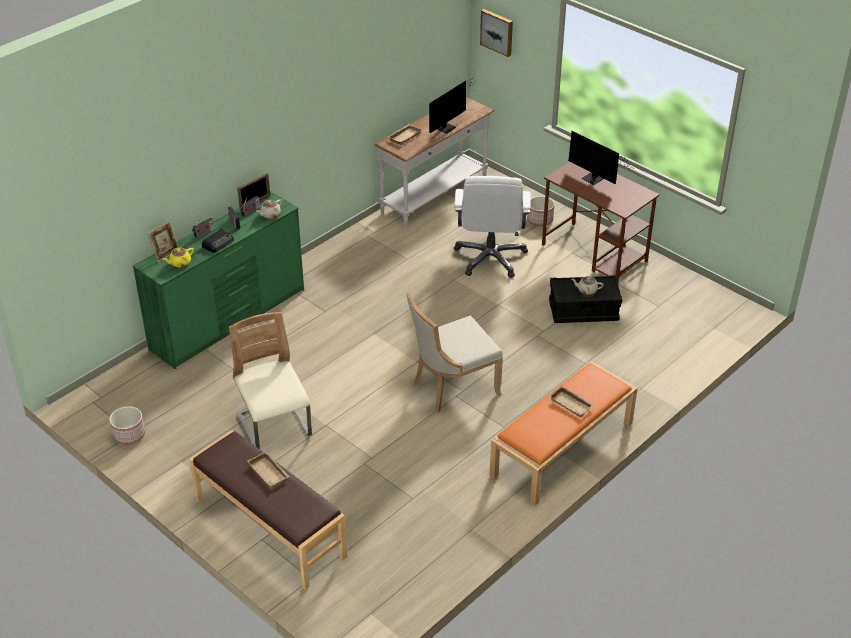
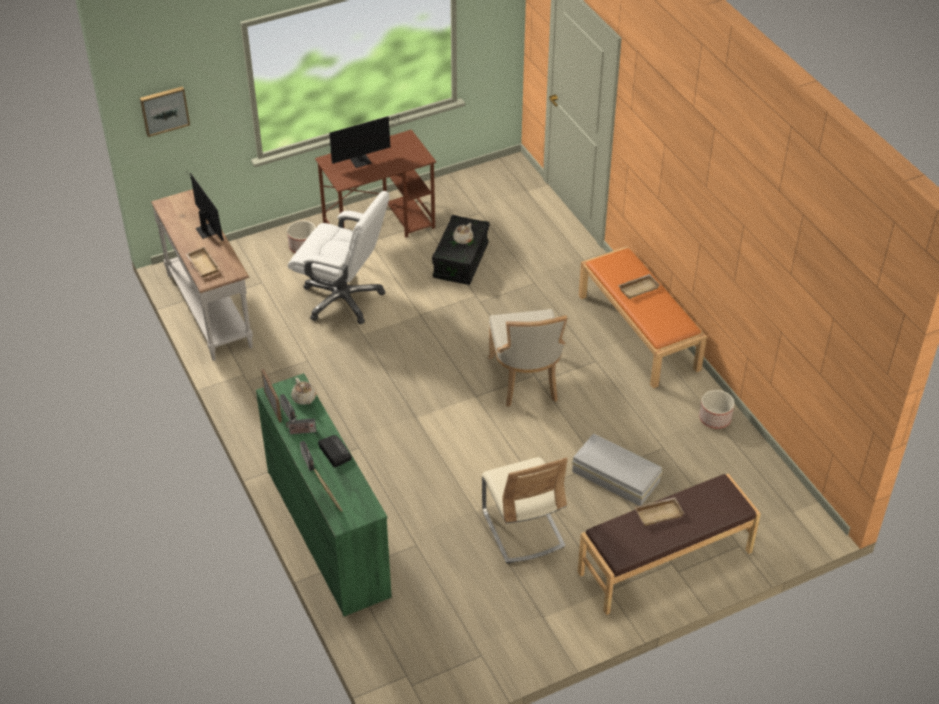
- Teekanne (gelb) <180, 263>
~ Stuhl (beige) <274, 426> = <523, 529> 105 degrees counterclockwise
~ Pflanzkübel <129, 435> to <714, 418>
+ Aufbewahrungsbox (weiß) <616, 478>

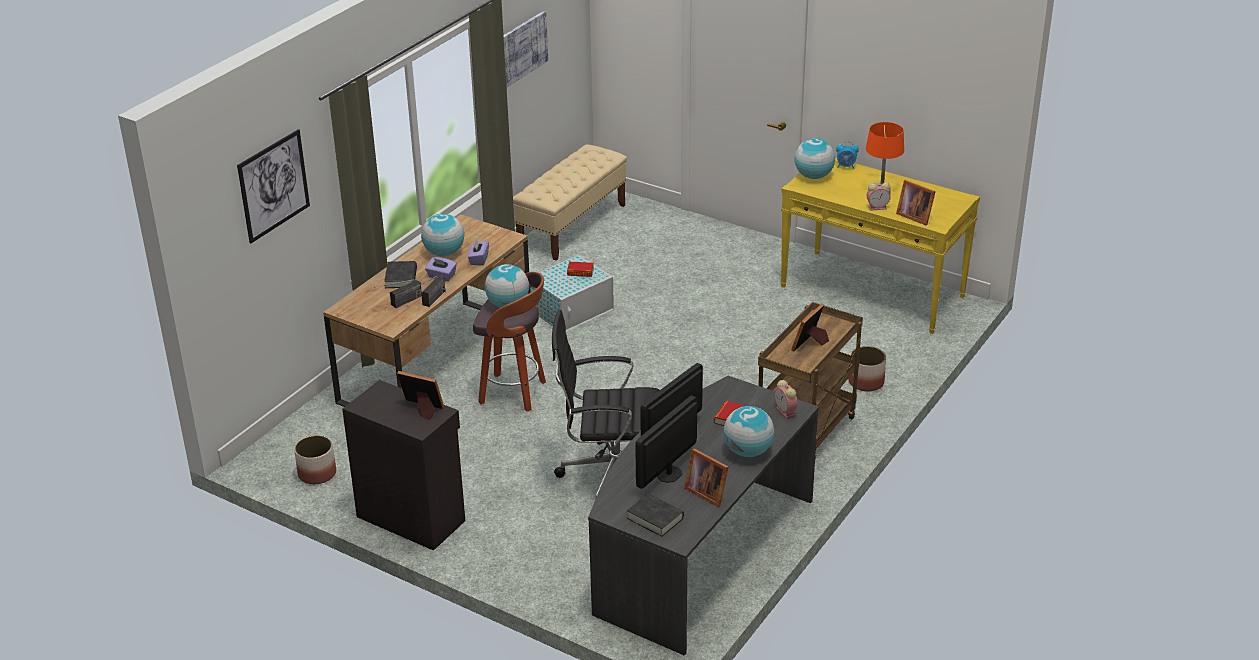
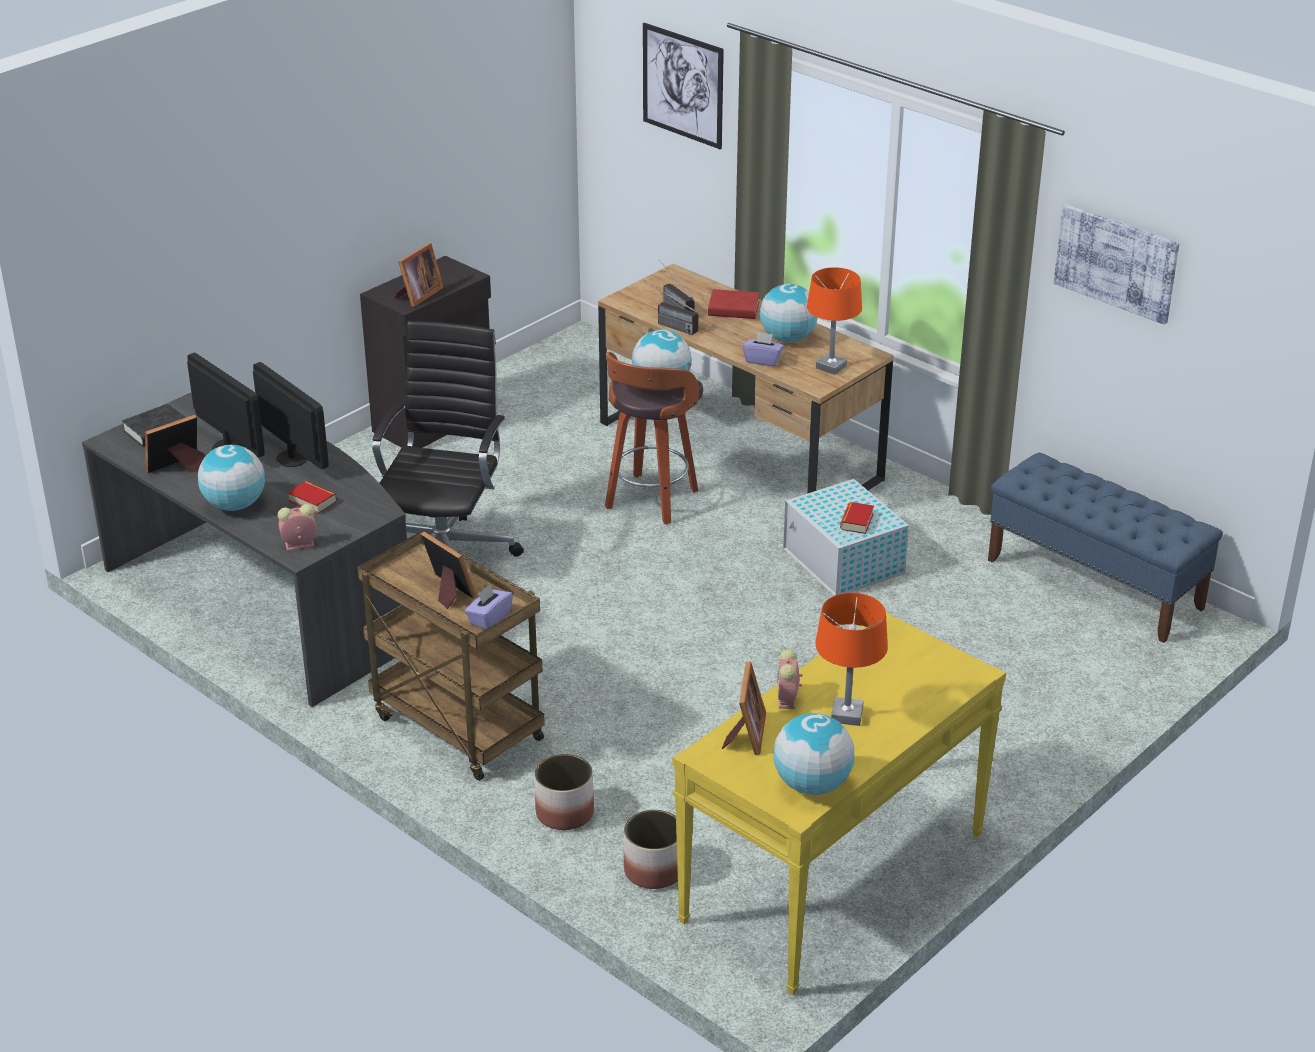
~ Globus <814, 176> to <812, 785>
- Wecker <846, 166>
~ Bank (beige) <572, 226> to Bank (blau) <1095, 584>
~ Bilderrahmen <914, 216> = <746, 735> 135 degrees clockwise
~ Taschentuchbox (lila) <441, 276> to <489, 619>
~ Buch (schwarz) <401, 278> to Buch (rot) <733, 309>
~ Pflanzkübel <317, 473> to <654, 870>
+ Tischlampe (orange) <831, 367>

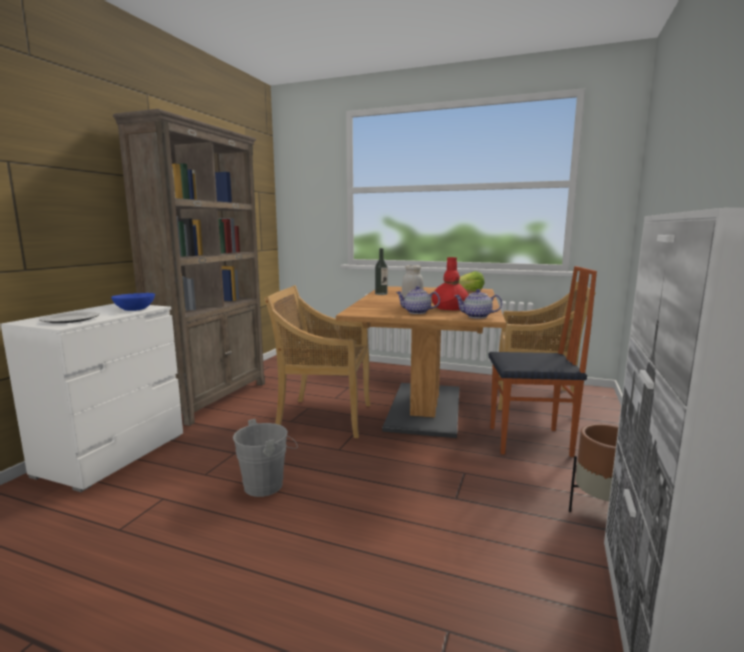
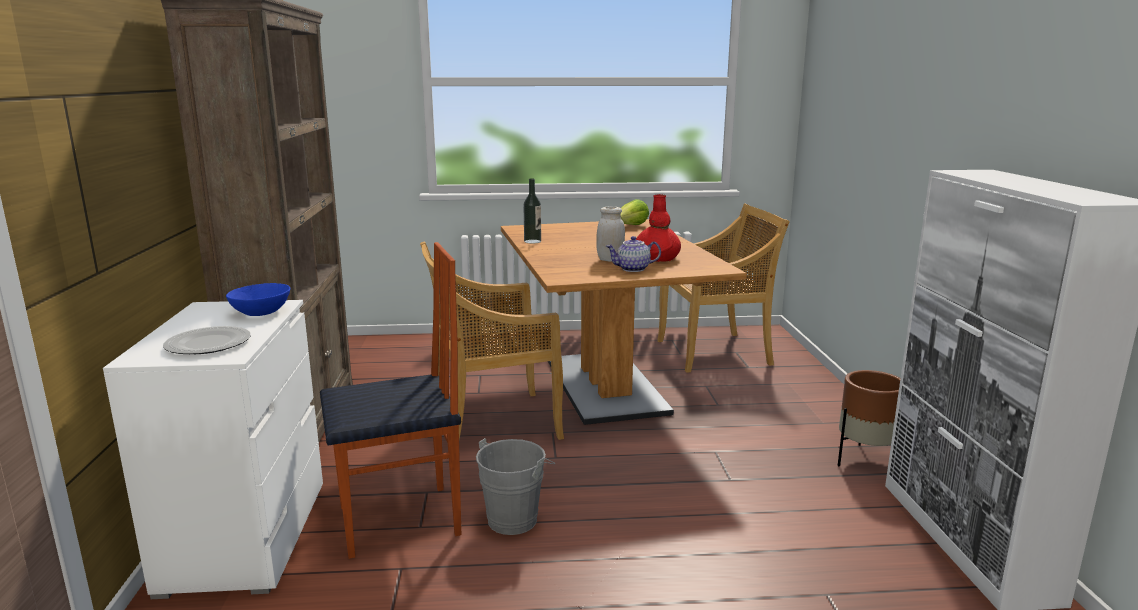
~ Stuhl <530, 442> to <401, 521>
- Teekanne <476, 316>

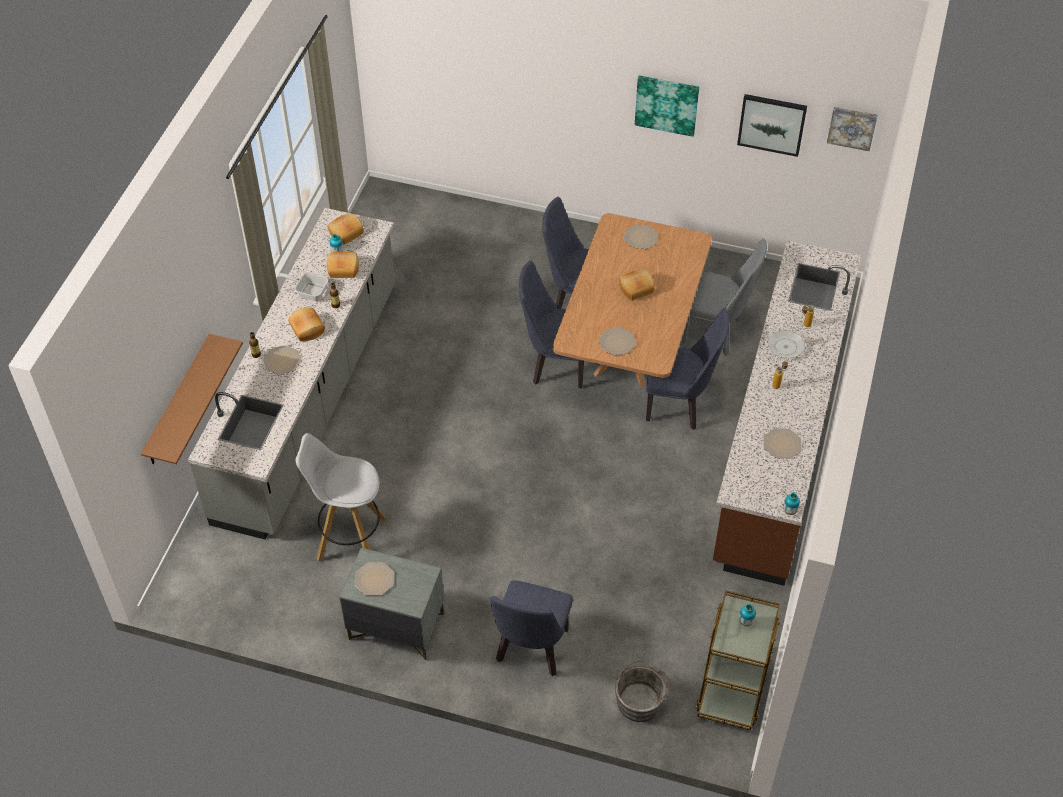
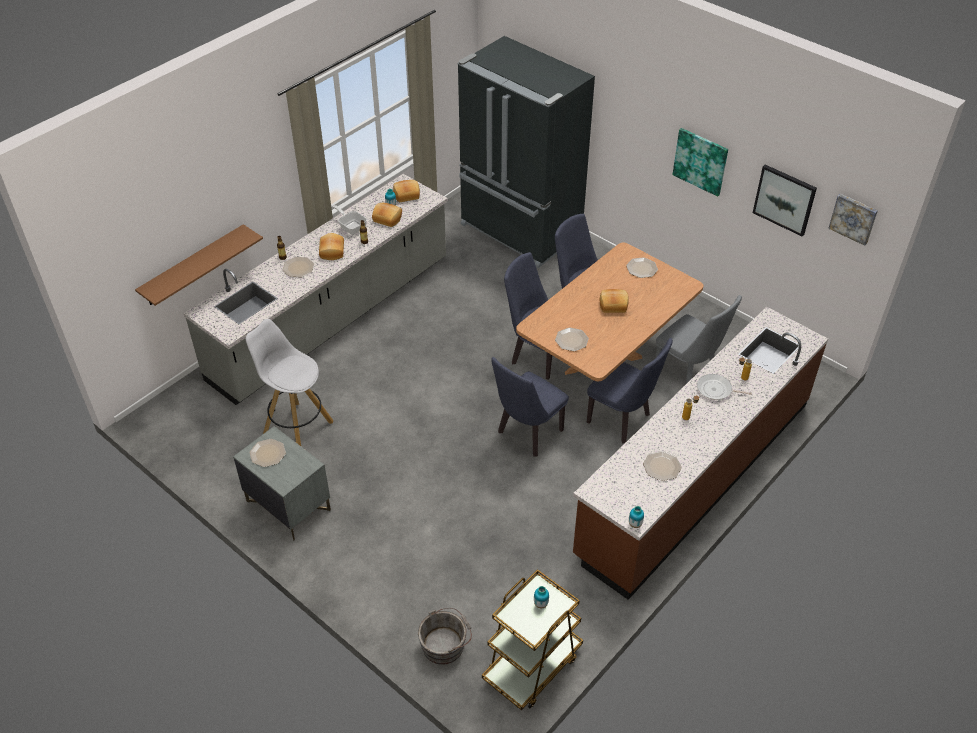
~ Stuhl (blau) <531, 651> to <527, 434>
+ Kühlschrank (schwarz) <519, 231>

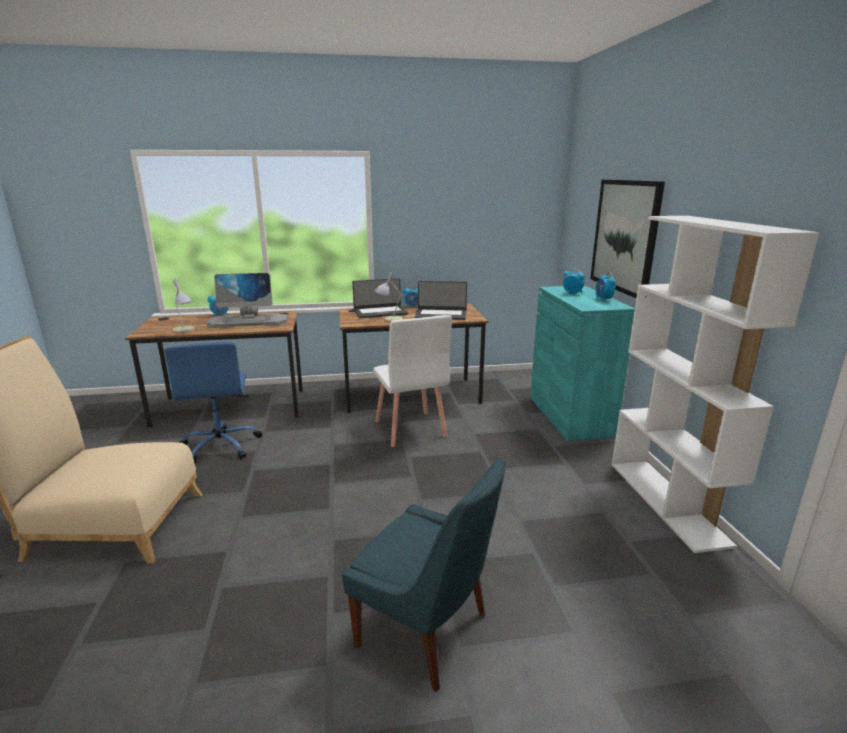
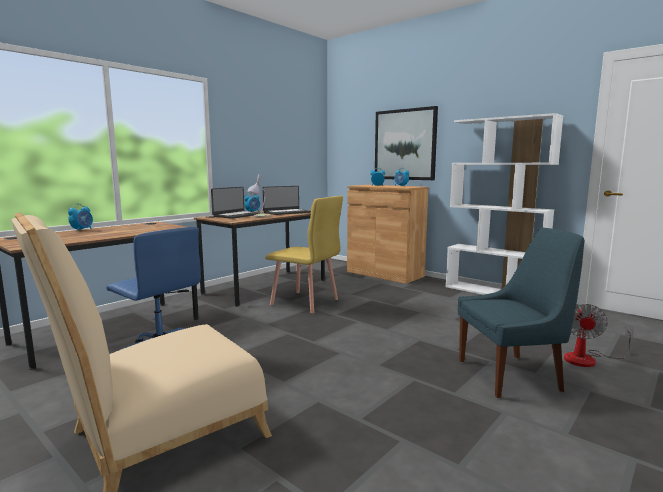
- Monitor <249, 322>
- Tischlampe <185, 331>
~ Schrank (türkis) <570, 415> to Schrank (braun) <385, 274>
~ Stuhl (weiß) <410, 429> to Stuhl (gelb) <304, 302>
+ Ventilator <588, 359>

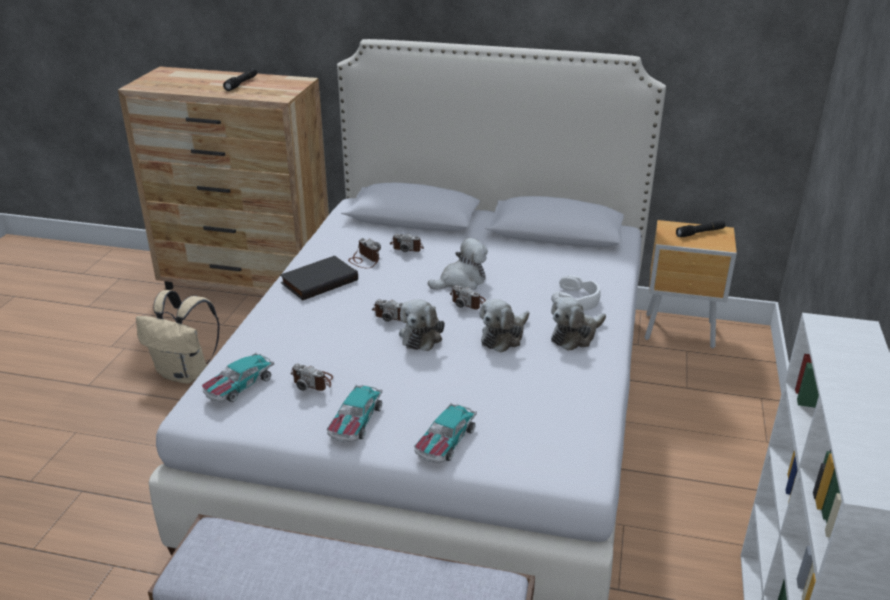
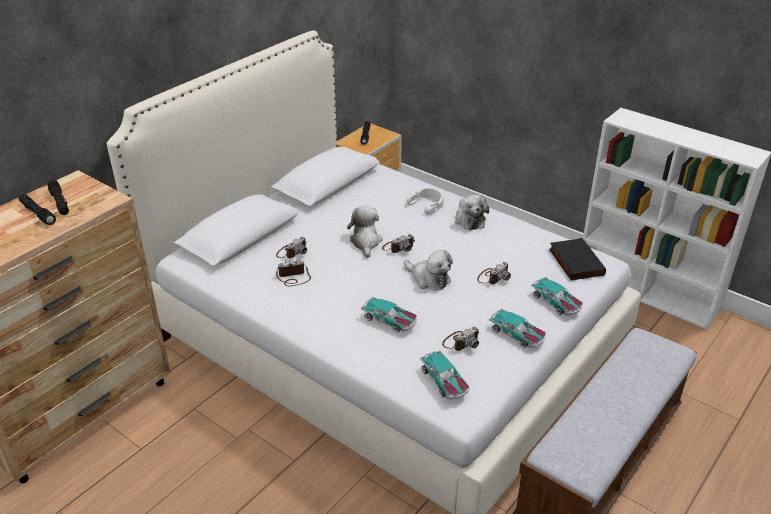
~ Buch (schwarz) <319, 281> to <574, 262>
- Rucksack (beige) <186, 373>
~ Kamera <392, 314> to <493, 277>
- Plüschtier <504, 336>
+ Taschenlampe (schwarz) <59, 202>
+ Spielzeugauto <390, 320>

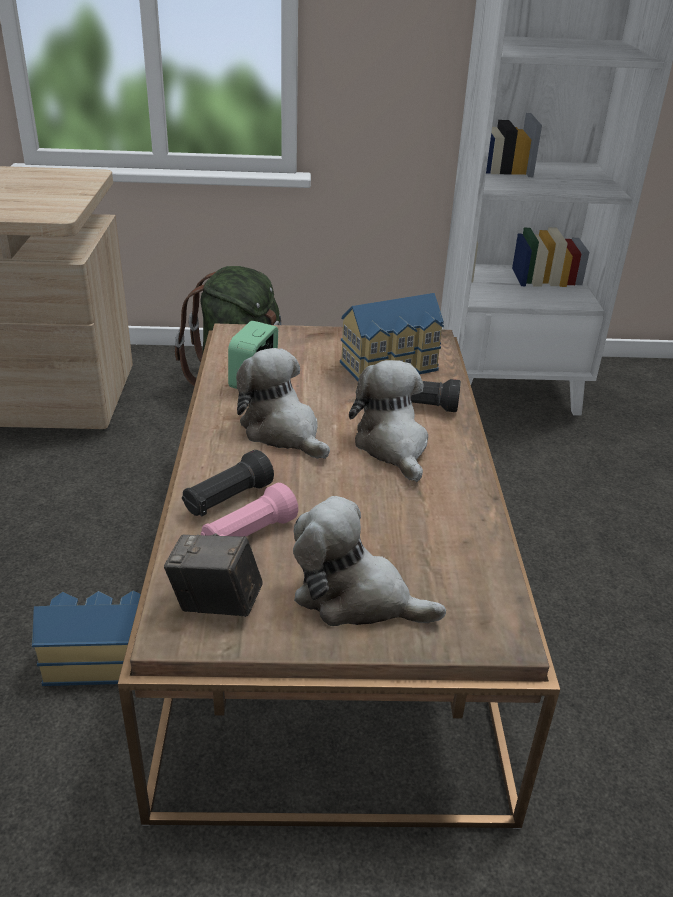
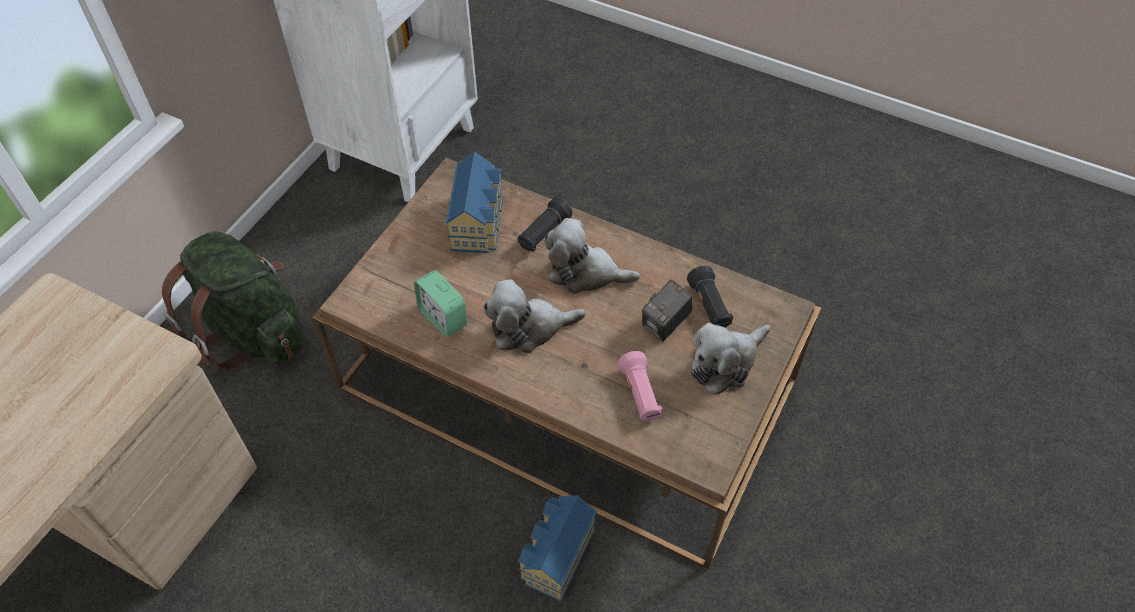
~ Taschenlampe (schwarz) <227, 499> to <709, 306>
~ Kamera <216, 604> to <665, 324>

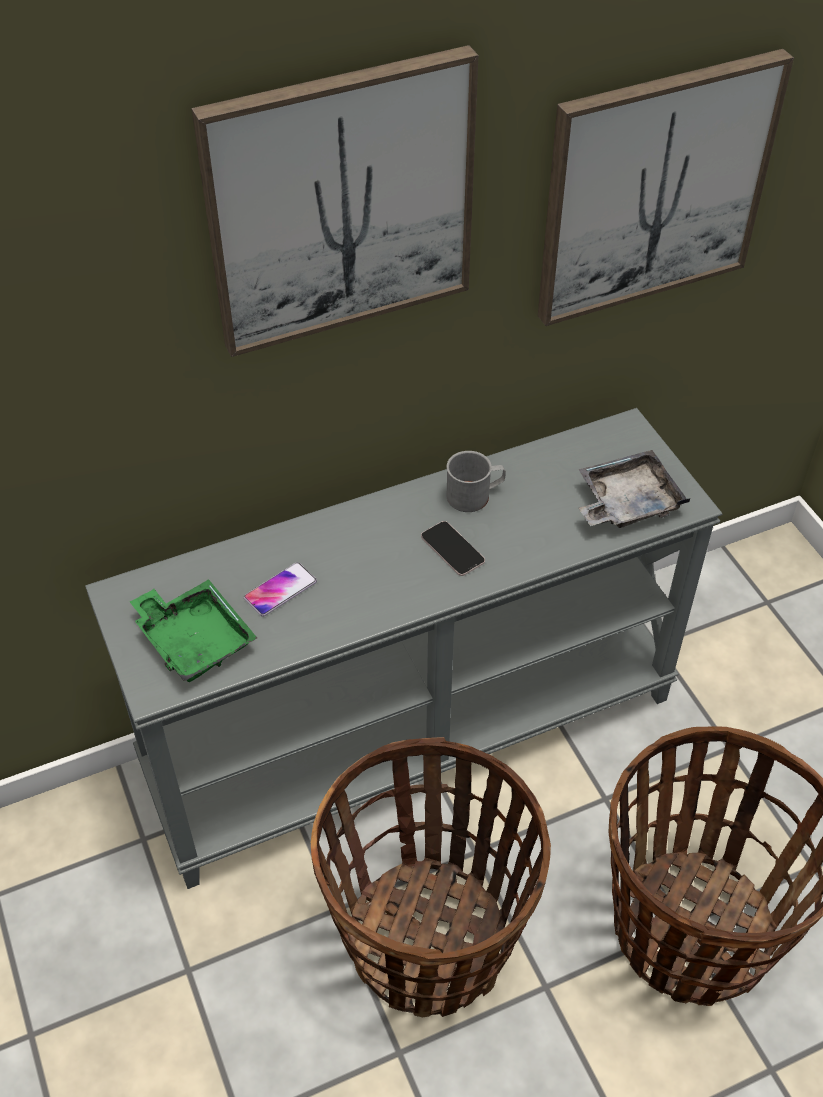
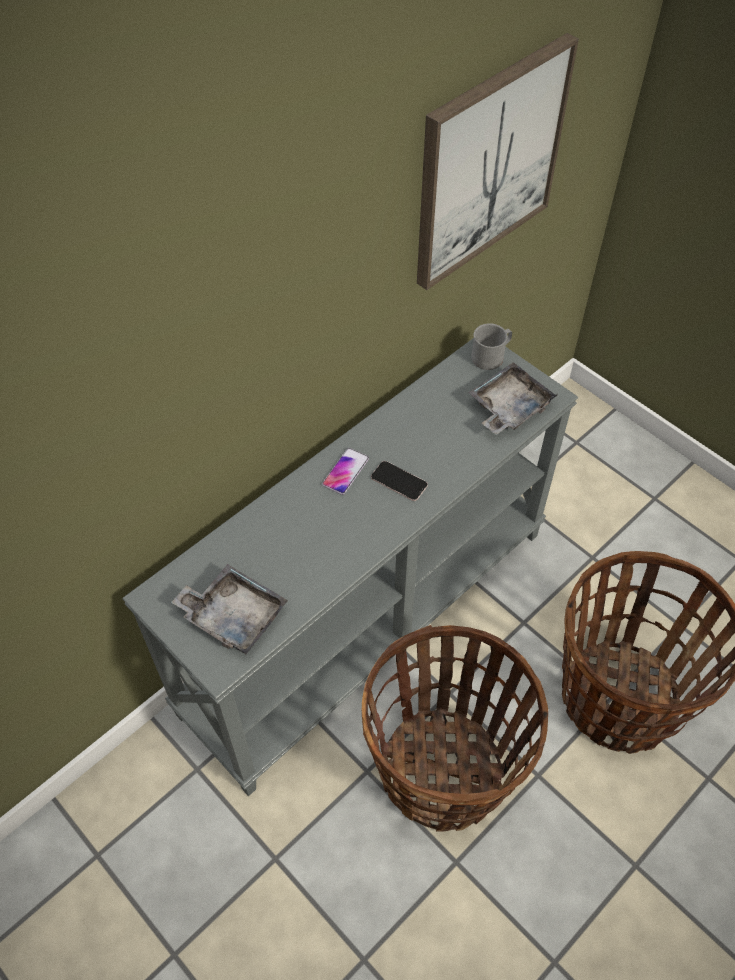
- Bild <340, 203>
~ Henkelbecher (grau) <475, 495> to <491, 356>
~ Handy <280, 590> to <345, 471>
~ Tablett (grün) <194, 639> to Tablett (grau) <233, 616>

